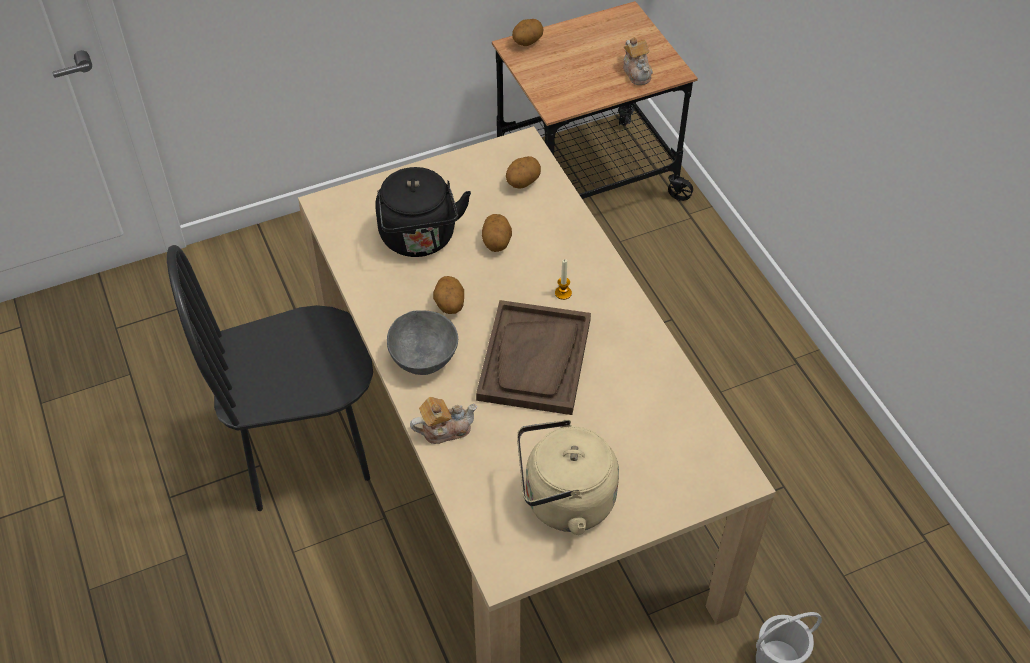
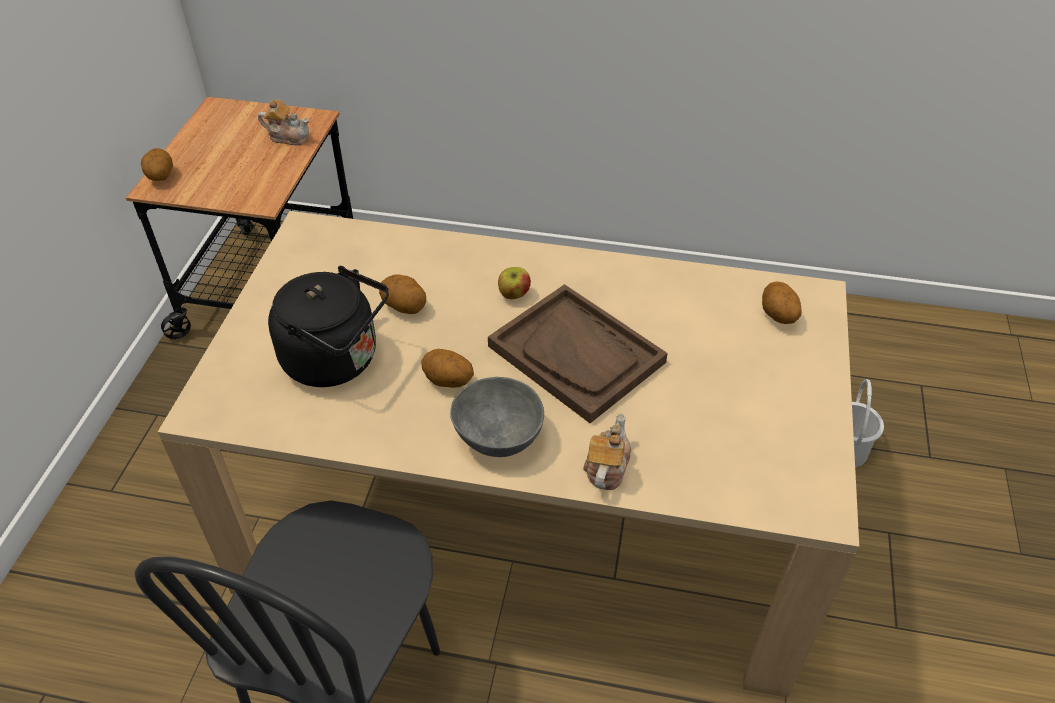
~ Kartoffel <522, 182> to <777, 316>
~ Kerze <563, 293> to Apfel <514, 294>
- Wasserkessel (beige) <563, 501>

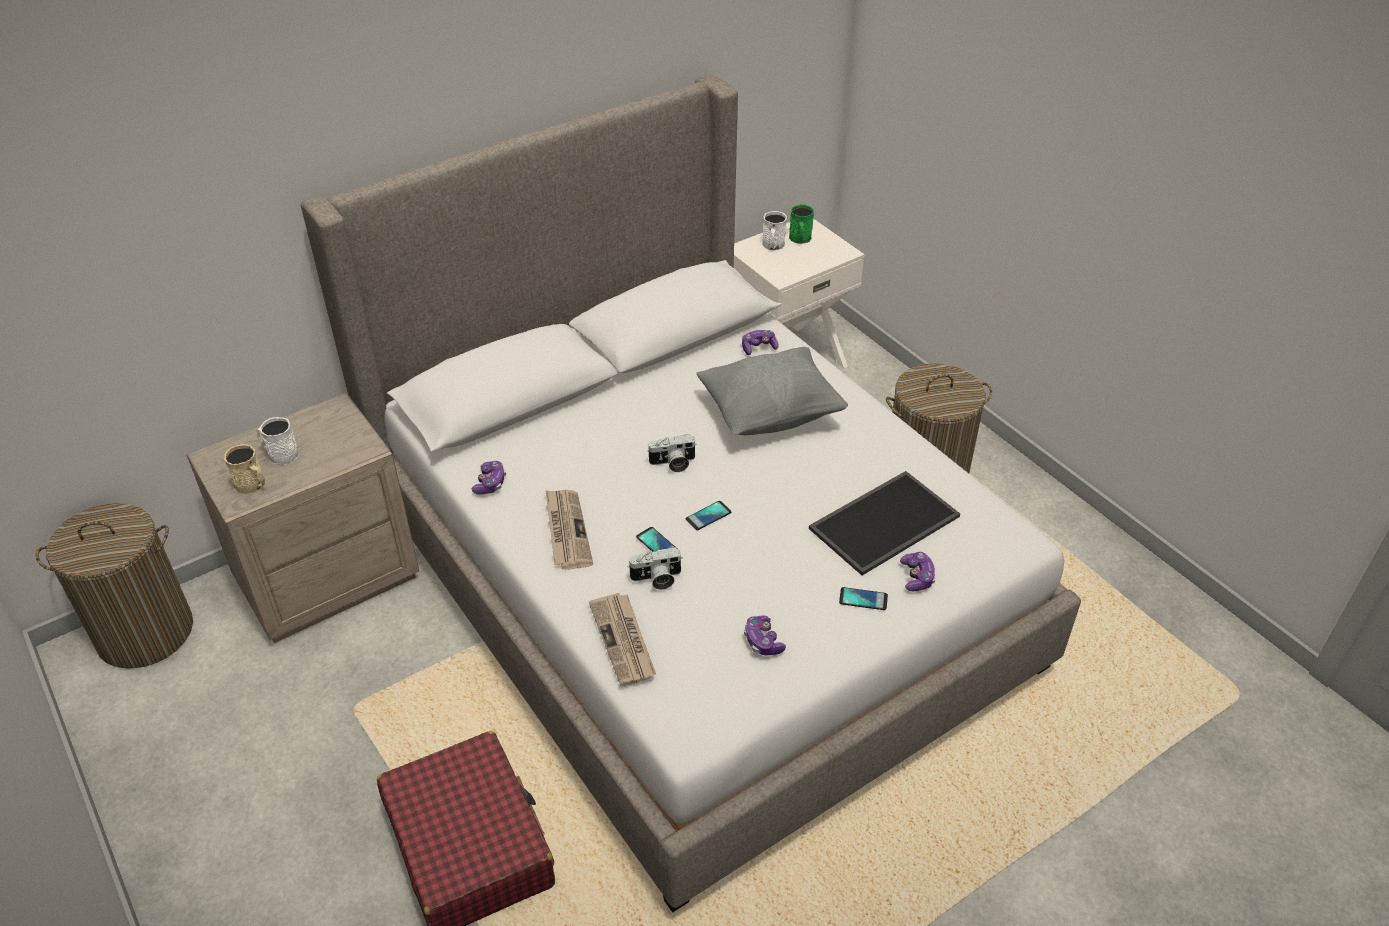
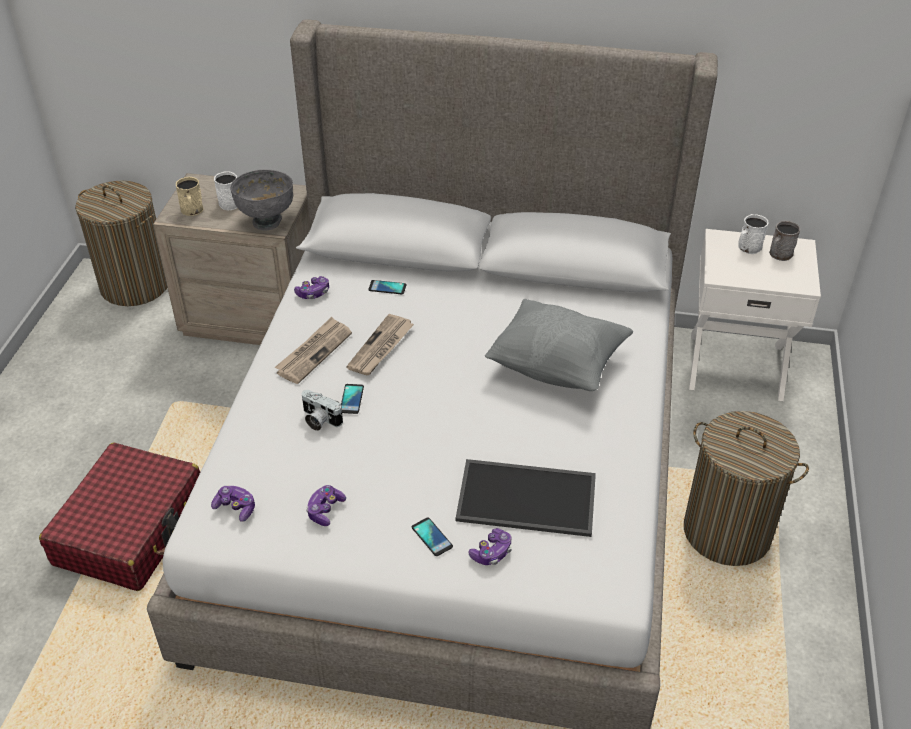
~ Henkelbecher (grün) <800, 239> to Henkelbecher (grau) <779, 255>
~ Gamepad <758, 347> to <236, 507>
- Kamera <673, 463>
~ Handy <708, 516> to <387, 288>
~ Zeitung <624, 641> to <381, 347>
+ Schüssel (grau) <267, 221>

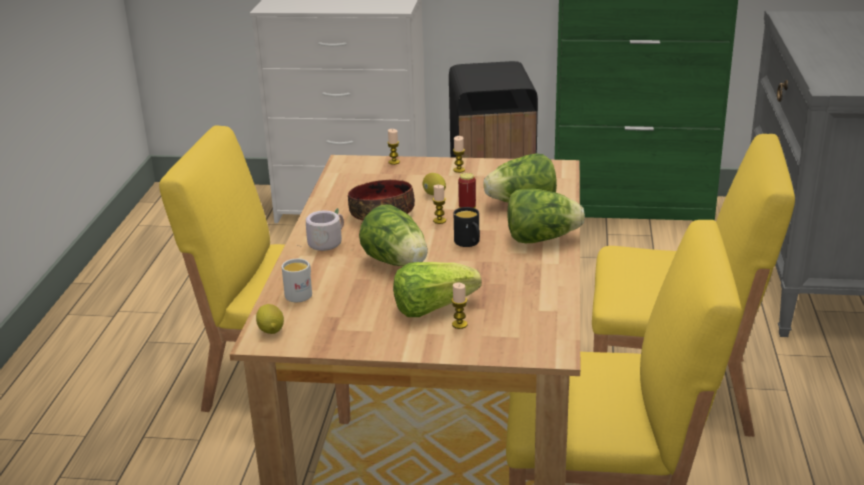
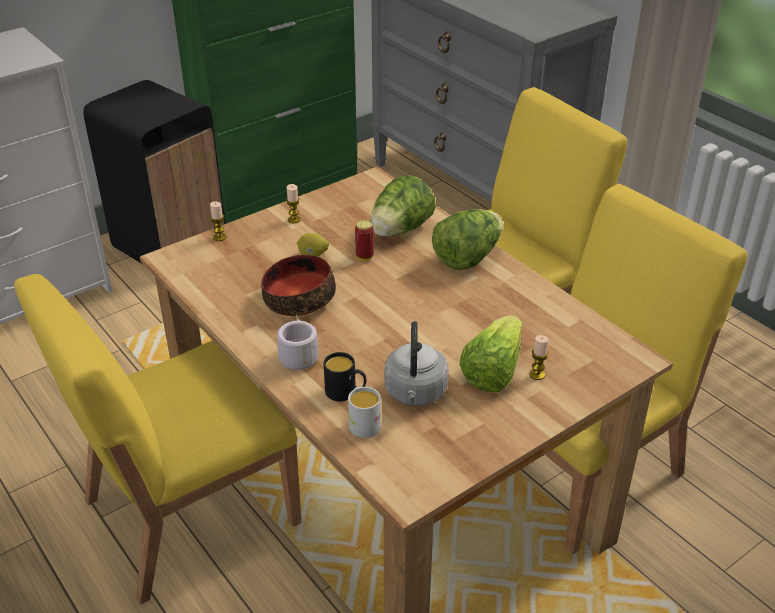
- Kerze <439, 221>
- Salatkopf <396, 262>
~ Henkelbecher (schwarz) <469, 243> to <346, 392>
- Zitrone <271, 330>
+ Wasserkessel (grau) <415, 393>

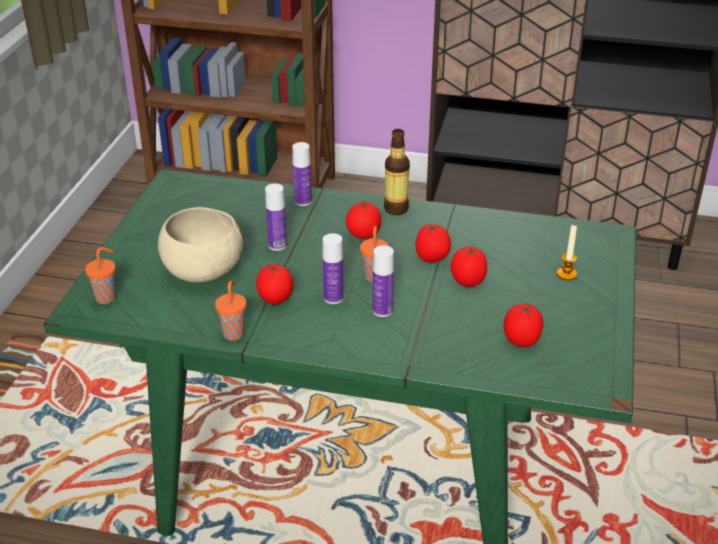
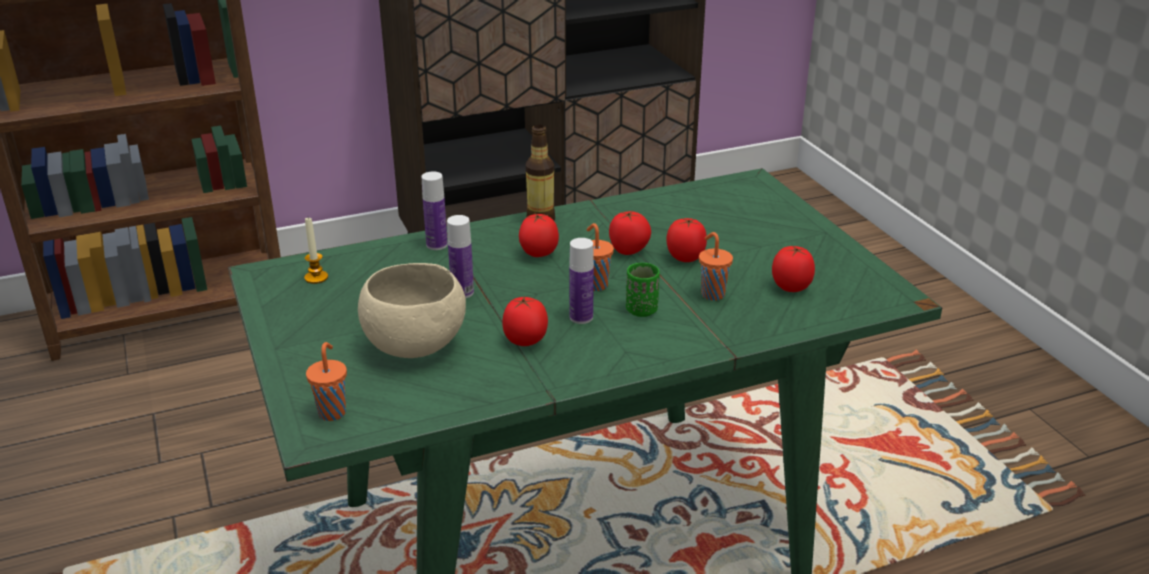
~ Kerze <566, 274> to <316, 277>
~ Flasche <382, 310> to Tasse (grün) <641, 310>
~ Tasse (orange) <234, 333> to <712, 294>

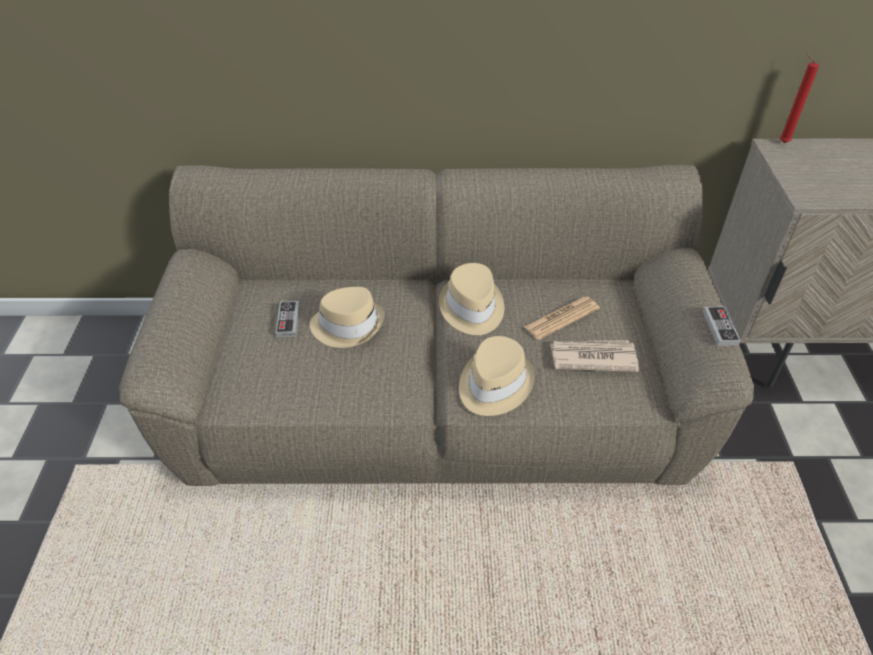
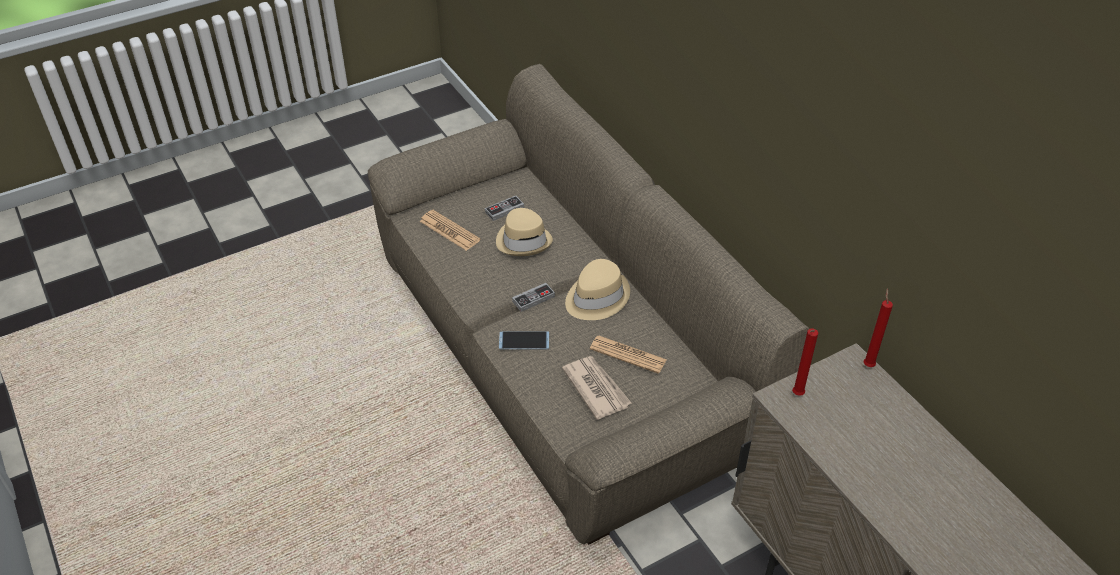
~ Gamepad <720, 328> to <533, 299>
~ Hut (beige) <494, 384> to Handy <524, 341>
+ Zeitung <449, 231>
+ Kerze (rot) <796, 395>

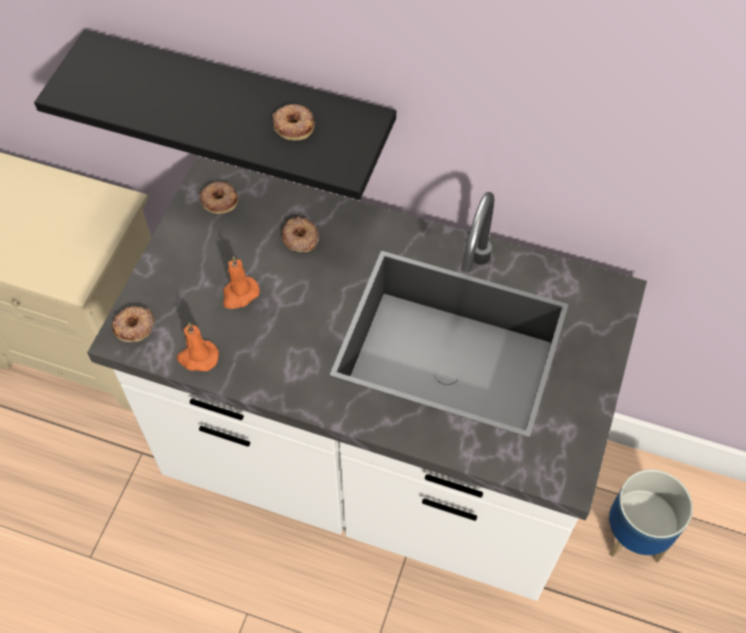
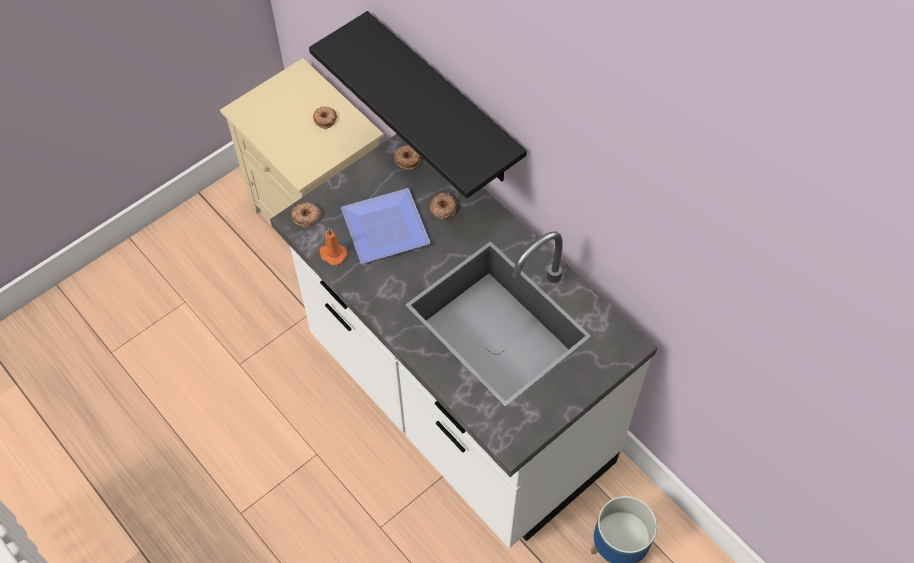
~ Donut <294, 125> to <325, 118>
~ Kerze (orange) <239, 294> to Teller <382, 227>

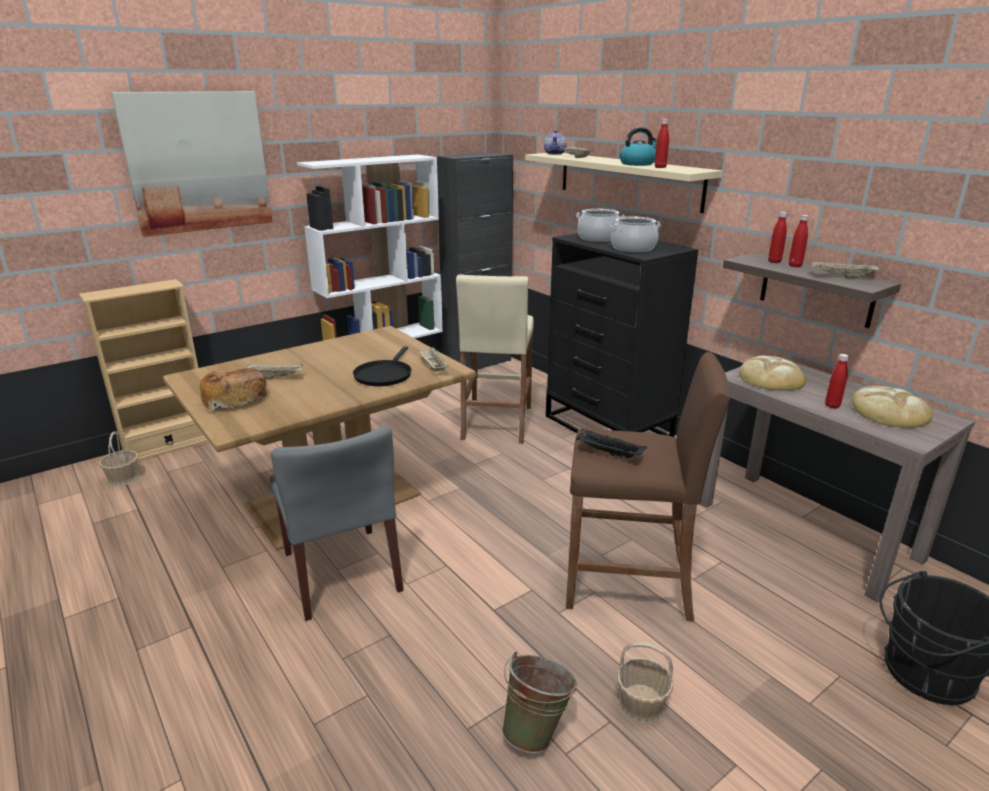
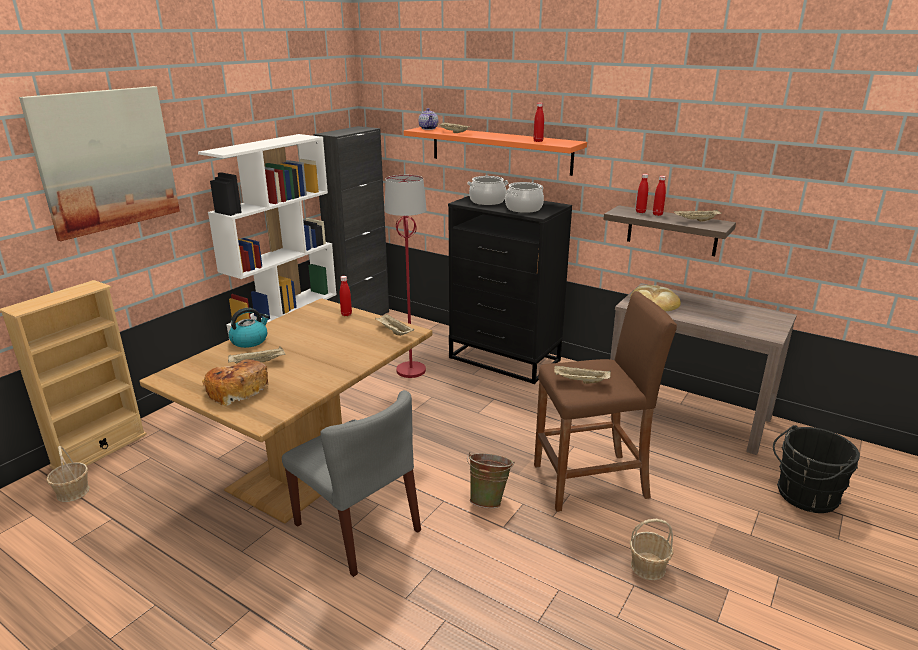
~ Wasserkessel <638, 164> to <250, 340>
~ Wandregal (beige) <628, 180> to Wandregal (orange) <500, 150>
~ Hocker (beige) <496, 423> to Stehlampe (rot) <411, 370>
- Pfanne (schwarz) <384, 375>
~ Flasche (rot) <832, 406> to <346, 314>
- Brot <888, 412>
~ Tablett (schwarz) <608, 453> to Tablett (beige) <580, 381>
~ Eimer (grün) <537, 730> to <489, 499>

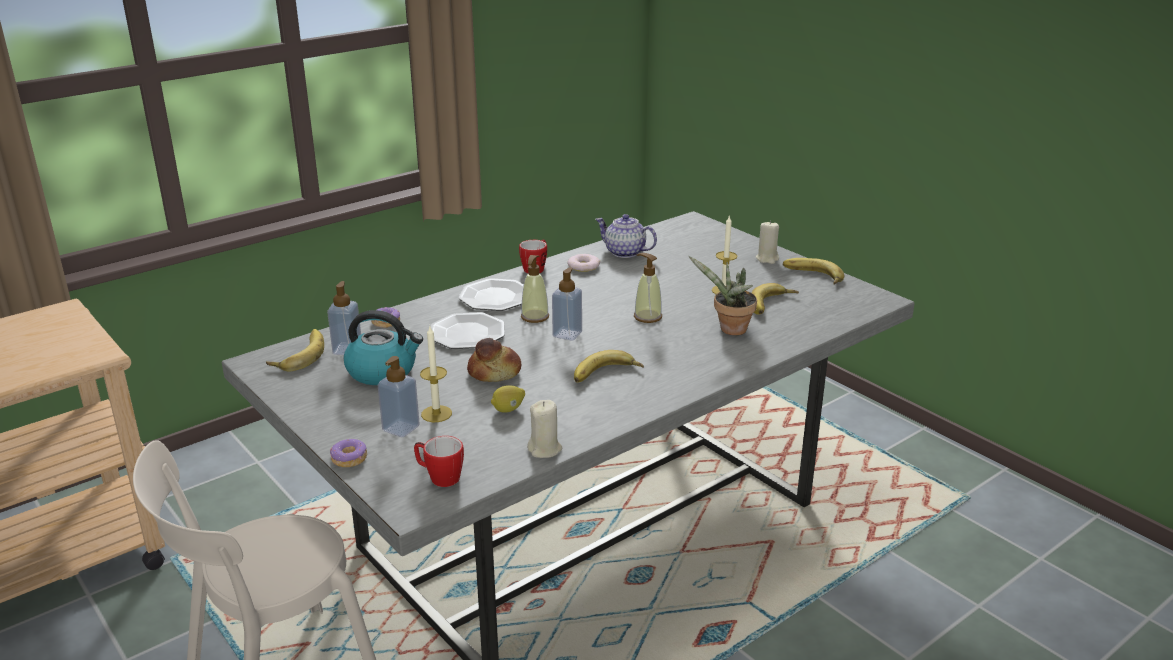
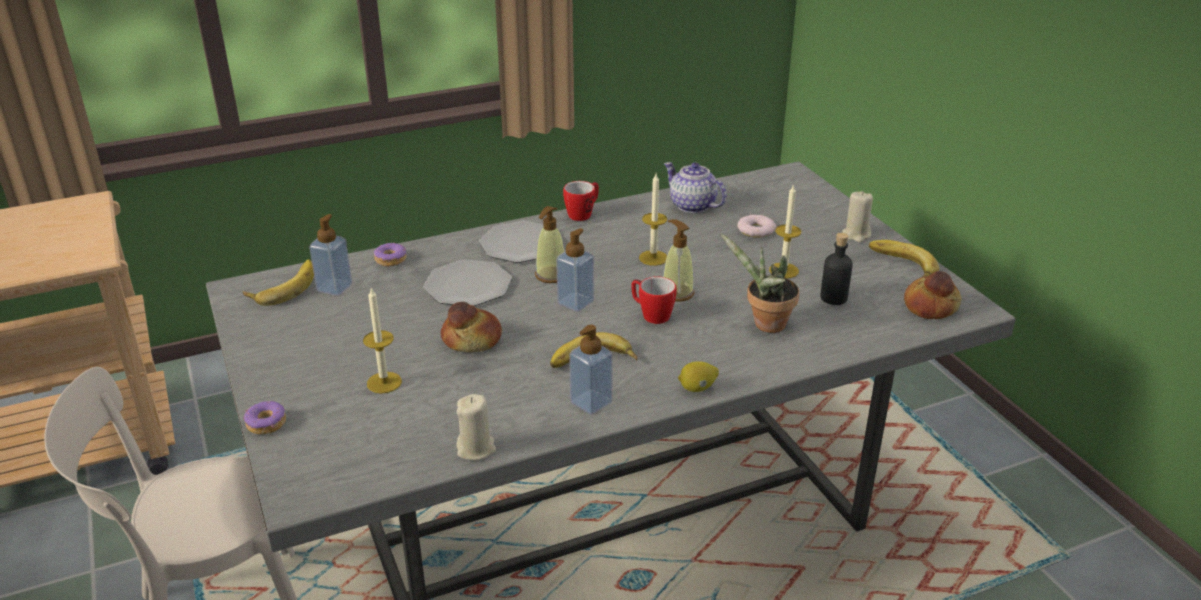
~ Donut <583, 266> to <756, 230>
~ Banane <773, 305> to Flasche (schwarz) <833, 298>
- Wasserkessel <383, 371>
~ Seifenspender <401, 428> to <591, 402>
~ Zitrone <508, 409> to <697, 388>
~ Henkelbecher <439, 477> to <651, 315>
+ Kerze <653, 258>
+ Brot <931, 306>

